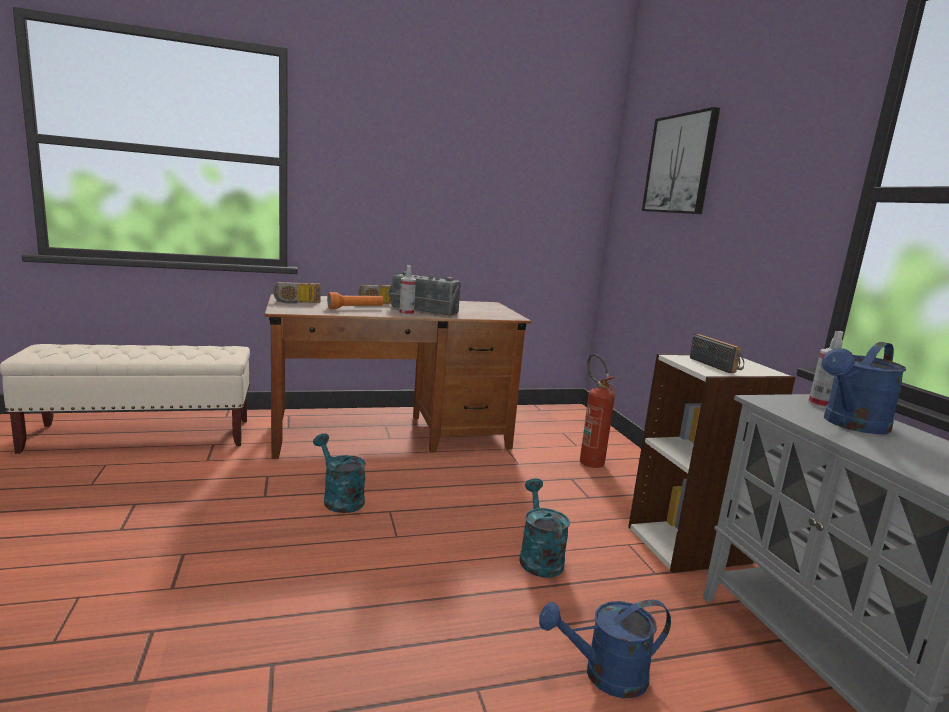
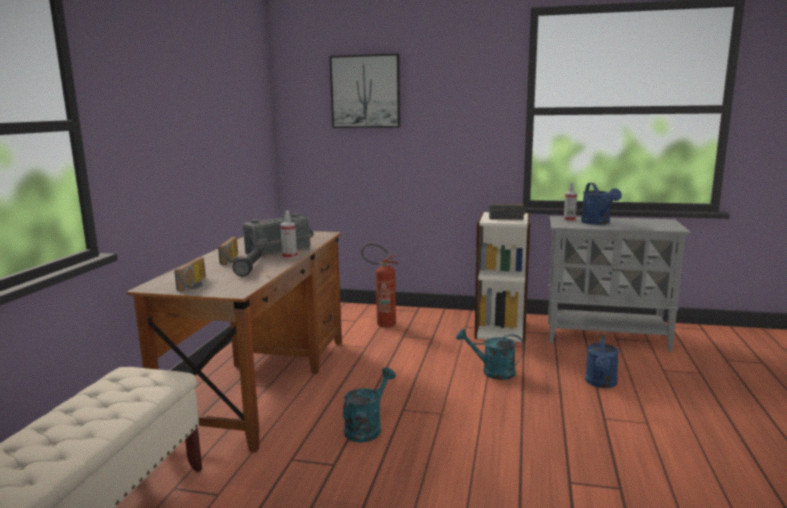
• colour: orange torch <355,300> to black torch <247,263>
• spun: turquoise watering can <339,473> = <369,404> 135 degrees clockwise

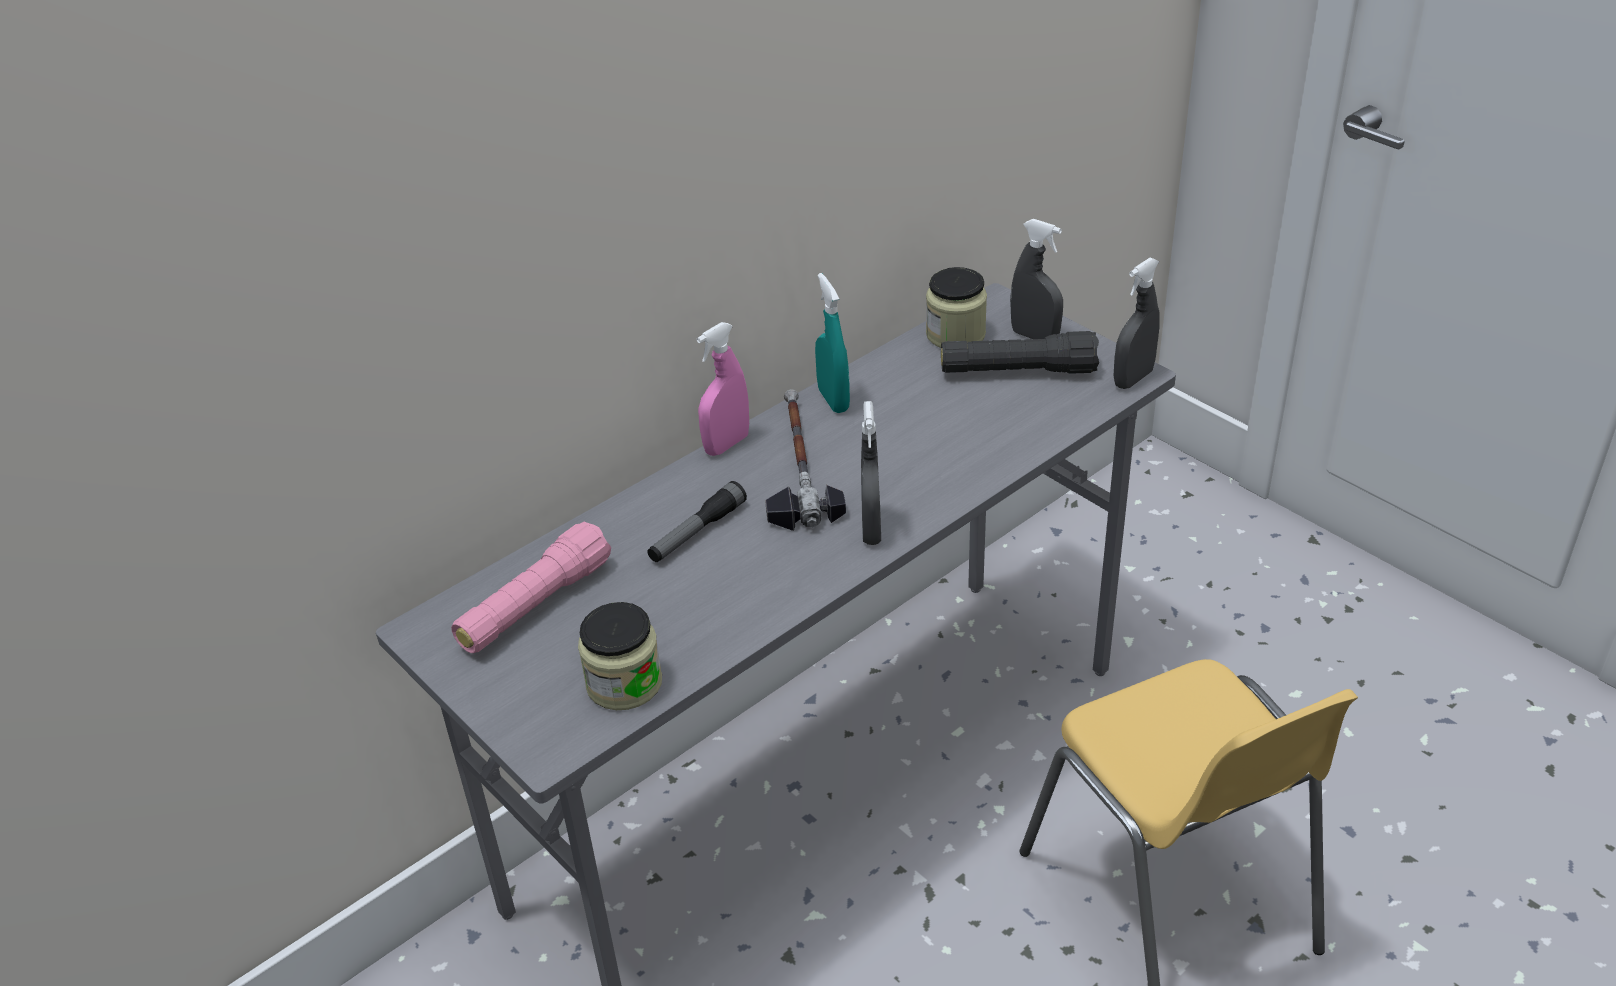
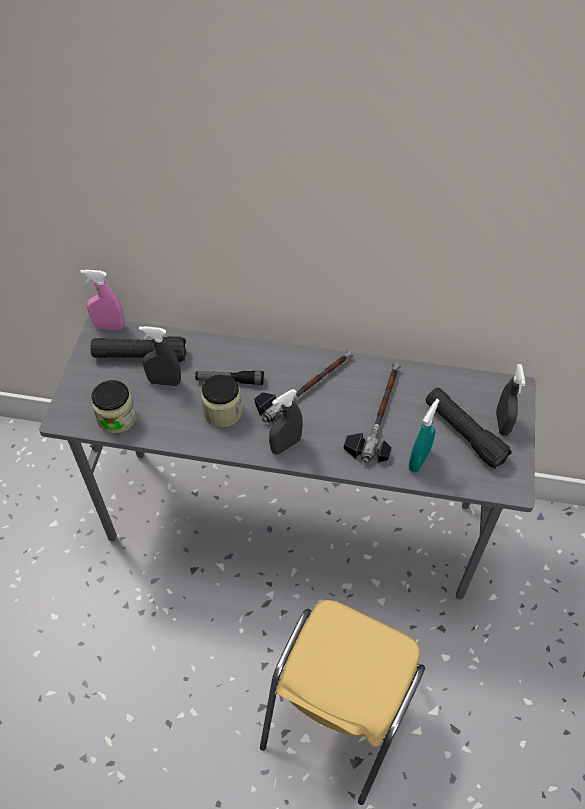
• relocated: pink sprayer <722,389> to <103,300>
• colour: pink torch <531,587> to black torch <138,349>
• relocated: grey sprayer <1137,323> to <160,356>
• relocated: storage jar <956,307> to <221,401>
• appeared: hammer <372,412>
• relocated: turquoise sprayer <832,343> to <424,435>

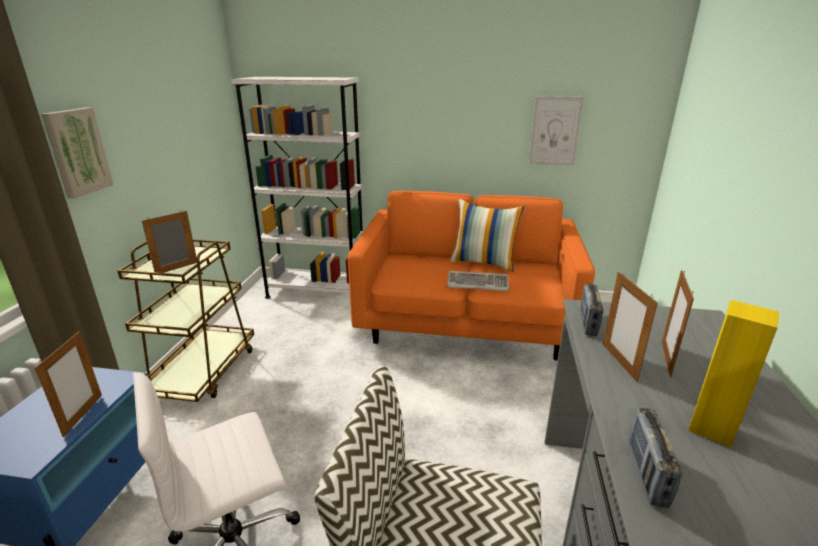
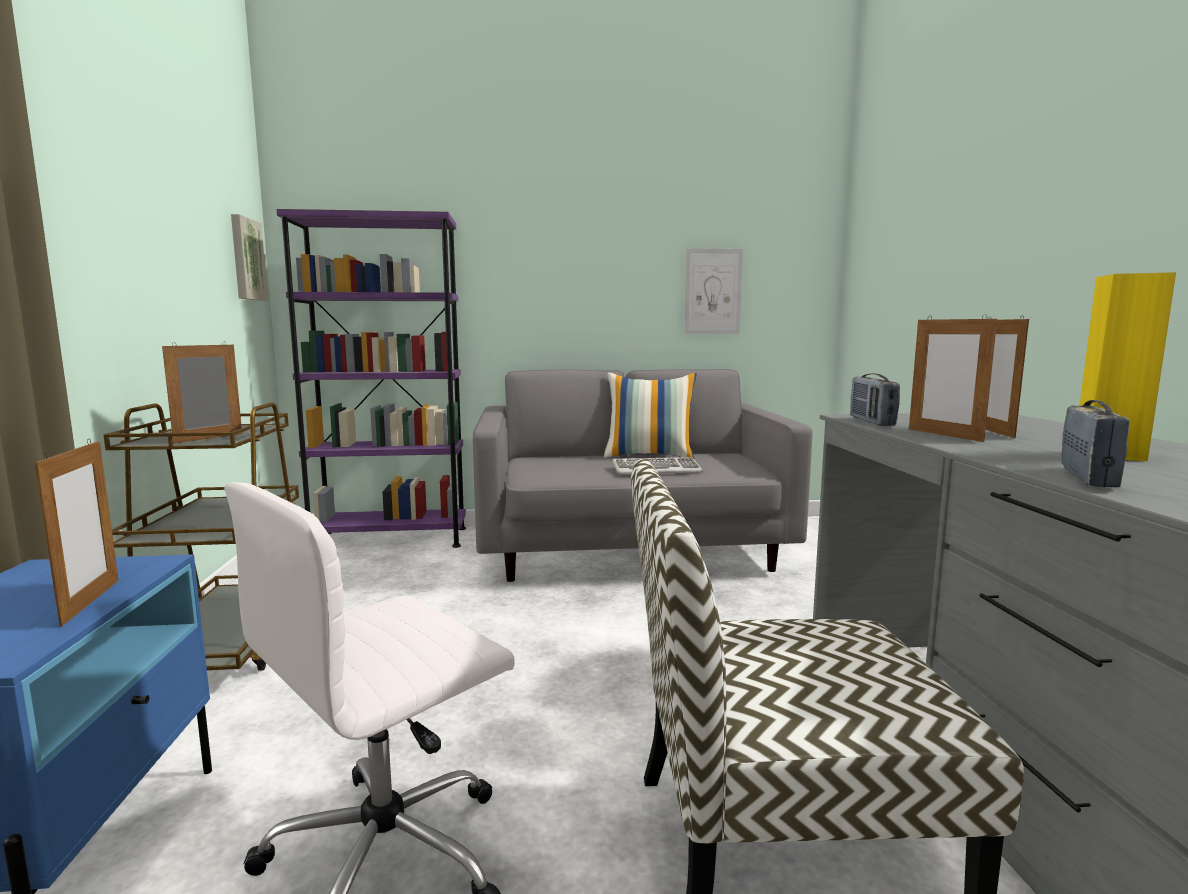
• relocated: picture <77,153> to <249,257>
• colour: white shelving unit <298,188> to purple-coloured shelving unit <371,378>
• colour: orange couch <471,276> to grey couch <643,475>
• spun: radio receiver <656,458> = <1096,443> 150 degrees counterclockwise

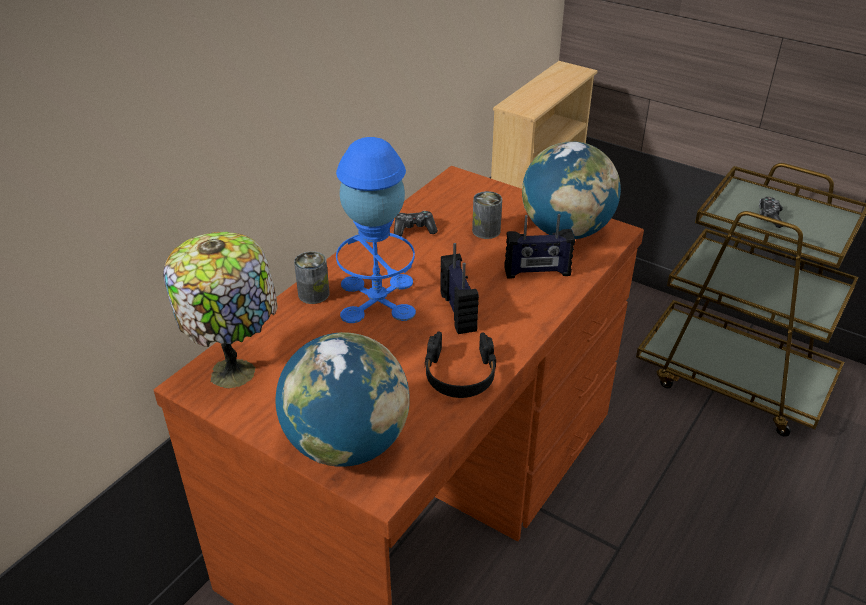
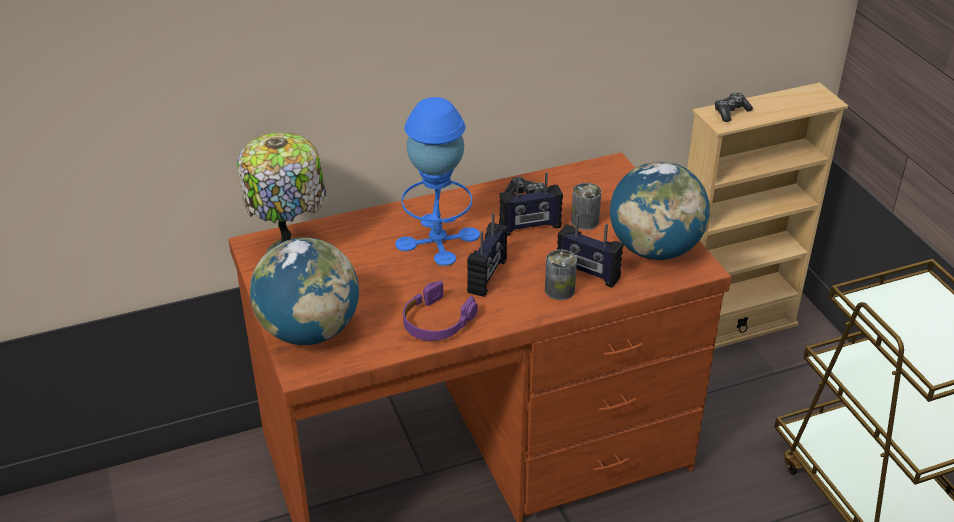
• colour: black headset <460,365> to purple-coloured headset <440,311>
• appeared: radio receiver <531,204>
• relocated: can <312,277> to <561,275>
• relocated: gamepad <771,212> to <734,107>

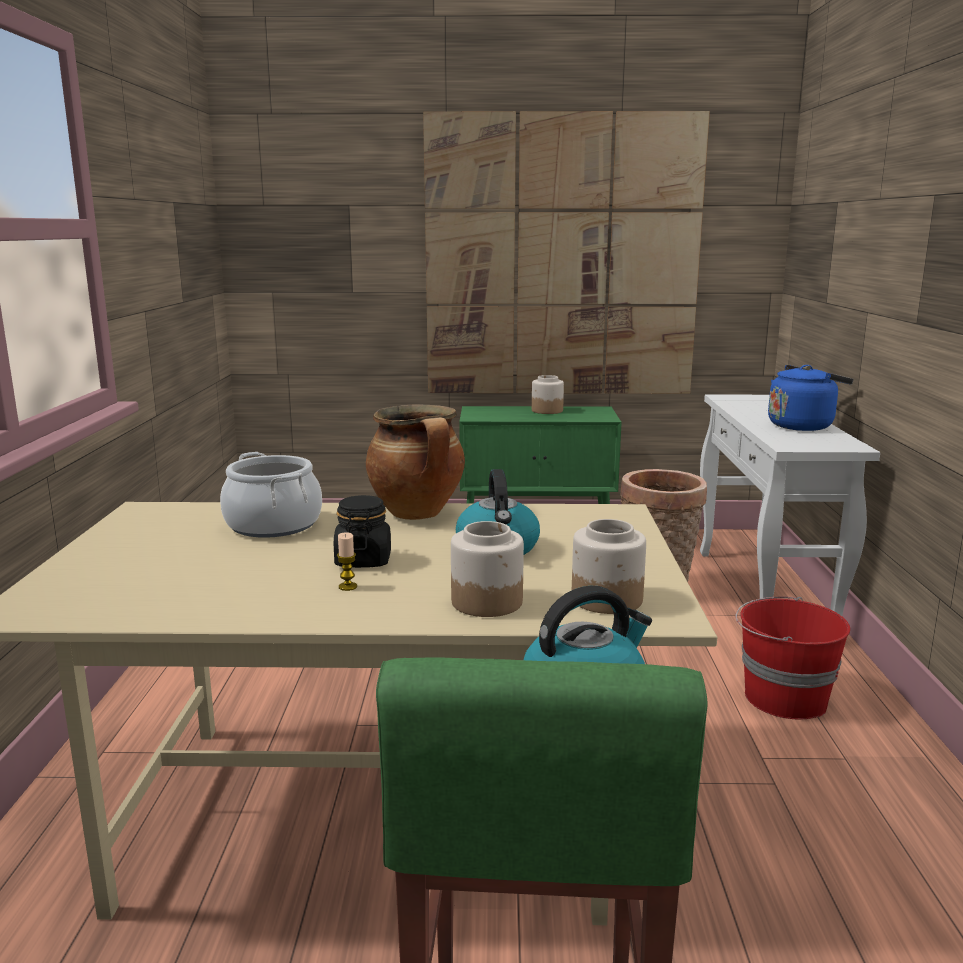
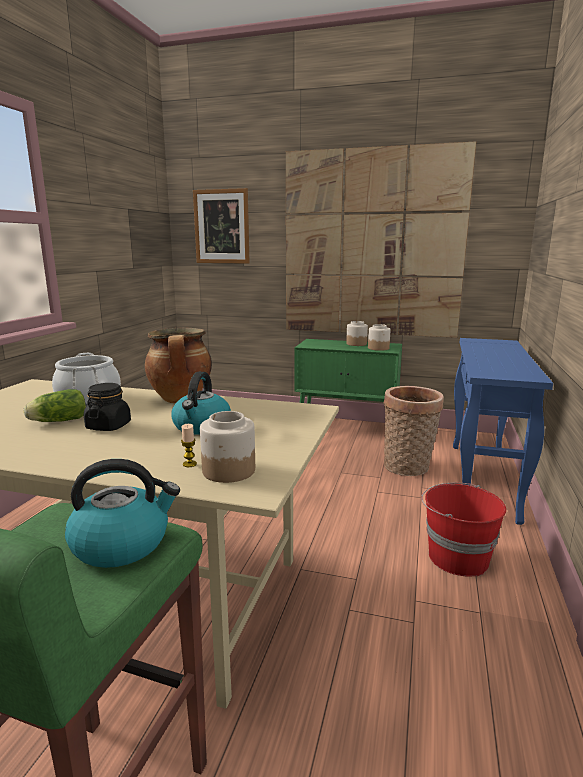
• appeared: lettuce head <54,405>
• relocated: candle <347,561> to <189,445>
• appeared: picture <221,226>
• relocated: storage jar <487,569> to <379,337>
• colour: white narrow table <790,505> to bluish narrow table <503,431>
• missing: bluish kettle <811,398>

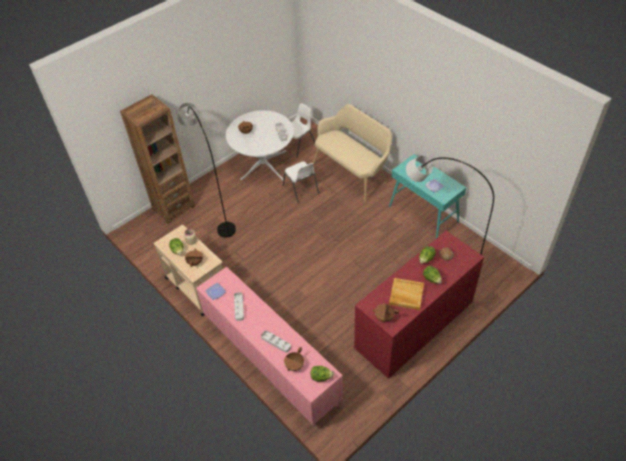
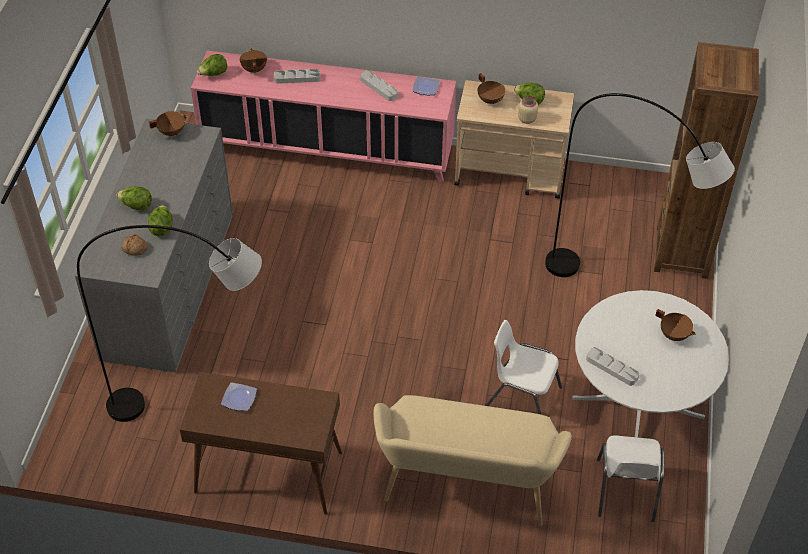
• colour: reddish dresser <419,305> to grey dresser <154,245>
• colour: turquoise narrow table <427,196> to brown-coloured narrow table <261,443>
• missing: beige carrying tray <406,294>

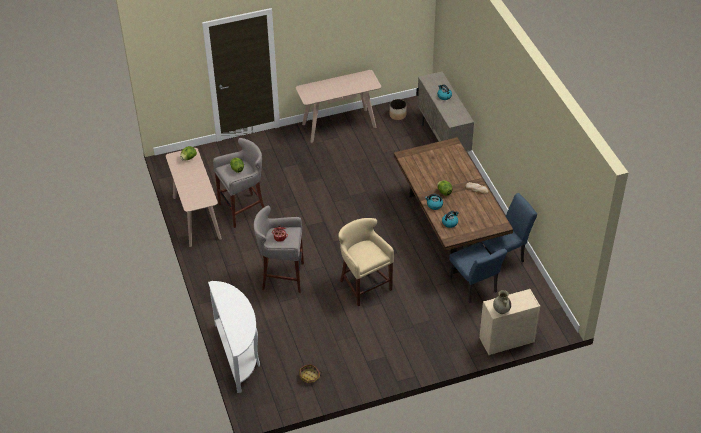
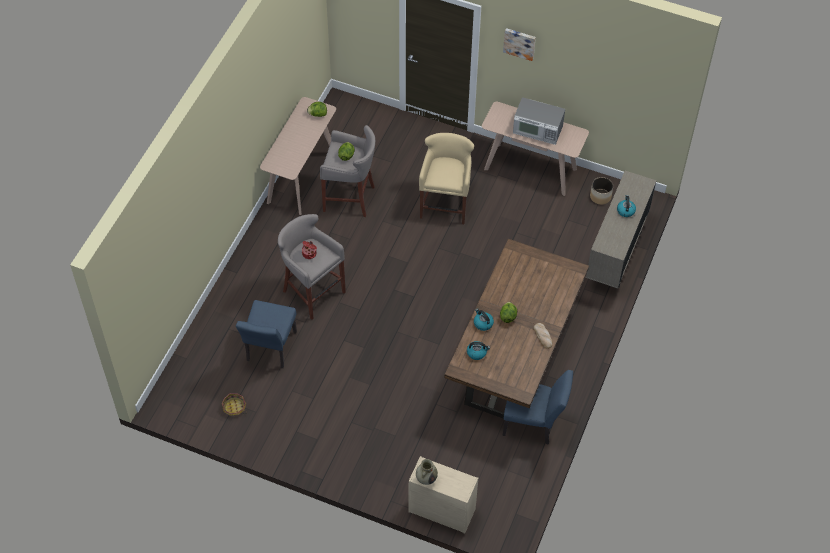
• relocated: bluish upright chair <478,272> to <266,334>
• relocated: beige sitting stool <366,262> to <446,178>
• appeared: picture <519,44>
• appeared: microwave <539,121>
• missing: white narrow table <234,337>

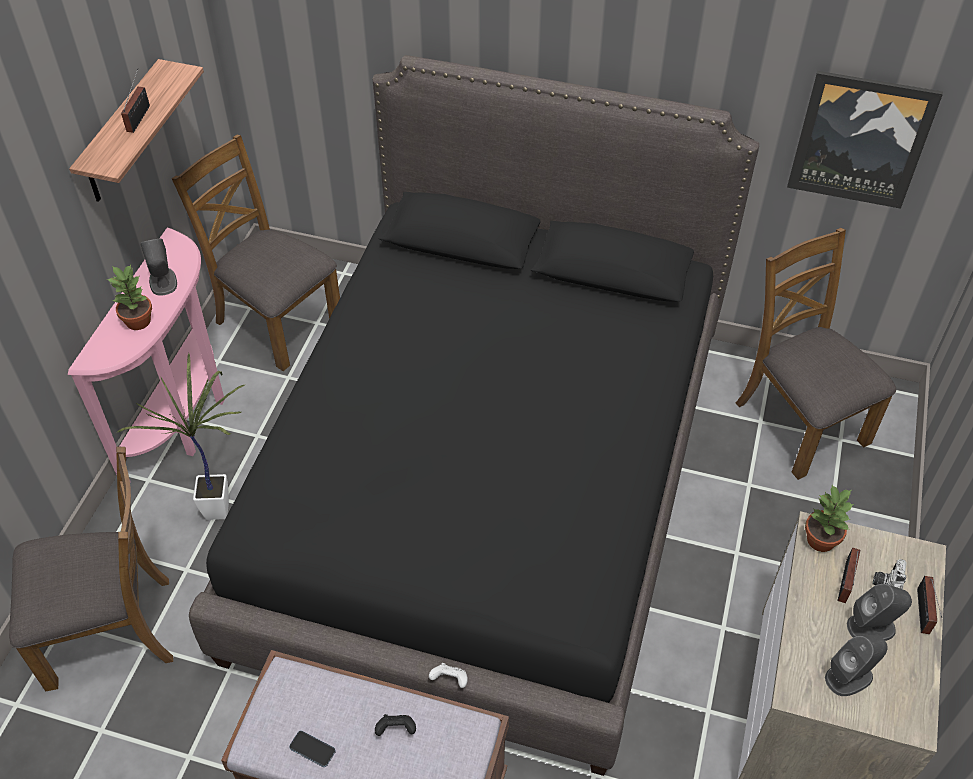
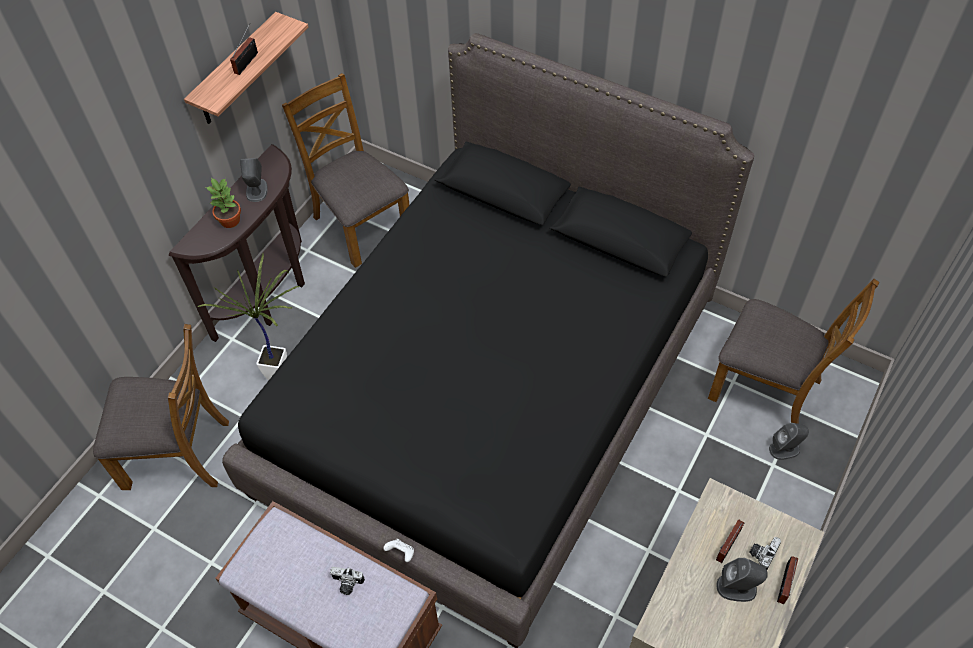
• colour: pink narrow table <146,355> to brown-coloured narrow table <237,243>
• exchanged: black gamepad <395,725> to still camera <347,581>
• spun: brown-coloured upright chair <816,354> = <793,351> 135 degrees clockwise
• relocated: grey speaker <856,665> to <789,441>
• missing: phone <312,749>
• missing: picture <865,140>
• missing: houseplant <829,518>

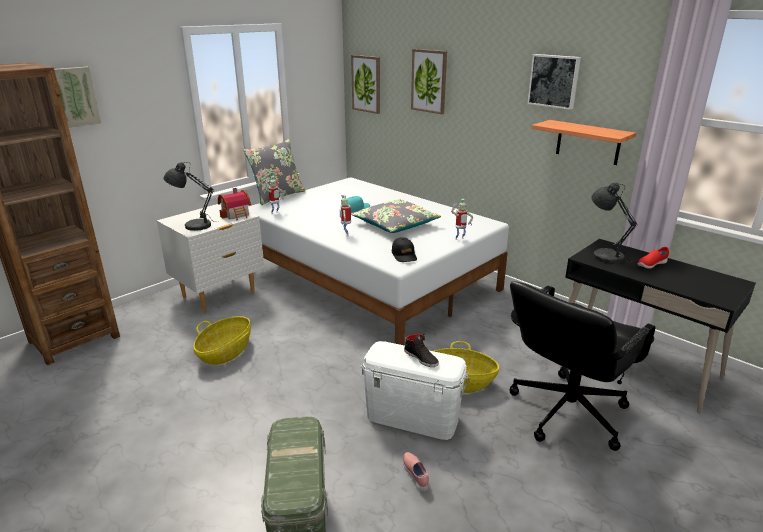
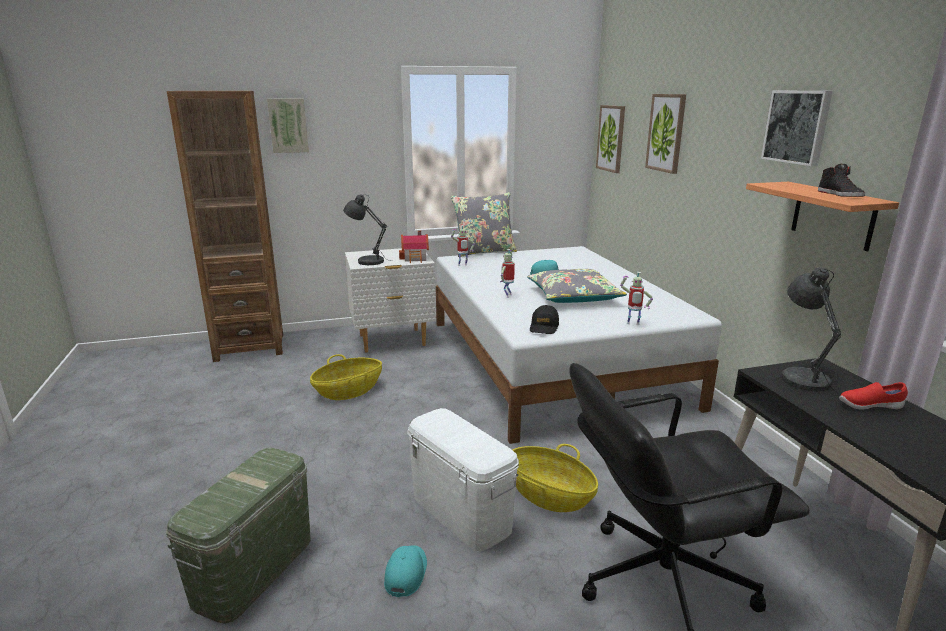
• exchanged: pink low shoe <416,472> to turquoise baseball cap <405,571>
• relocated: black low shoe <421,350> to <842,180>

